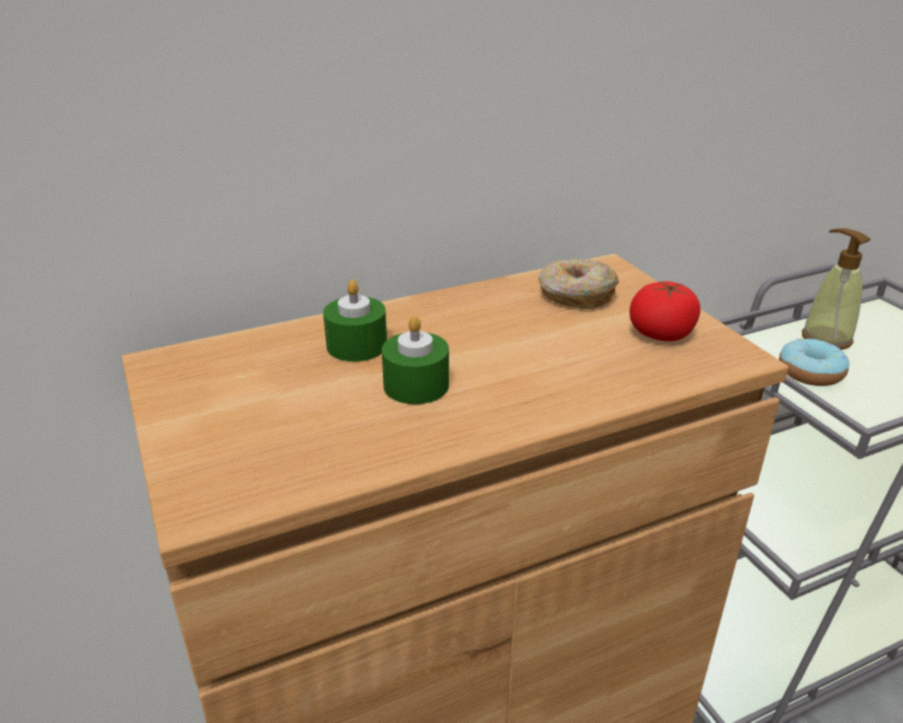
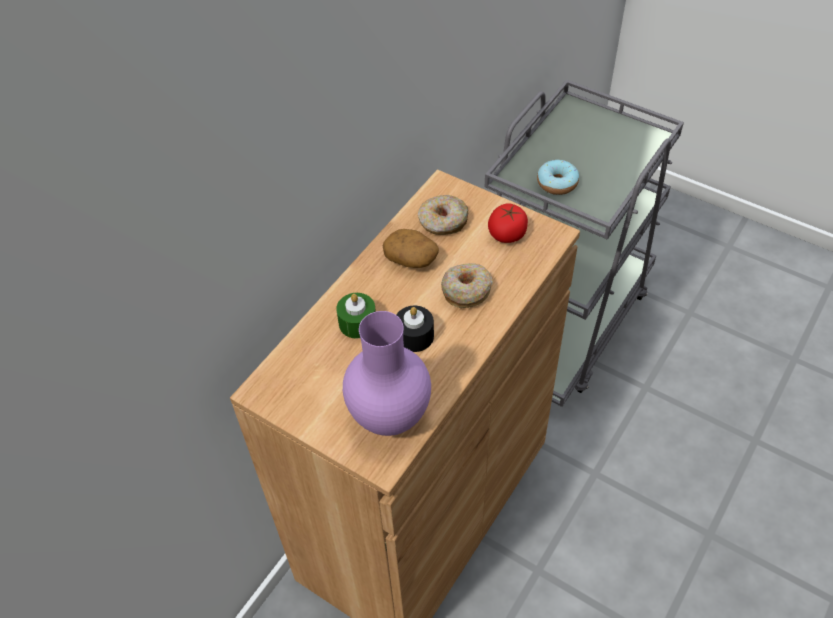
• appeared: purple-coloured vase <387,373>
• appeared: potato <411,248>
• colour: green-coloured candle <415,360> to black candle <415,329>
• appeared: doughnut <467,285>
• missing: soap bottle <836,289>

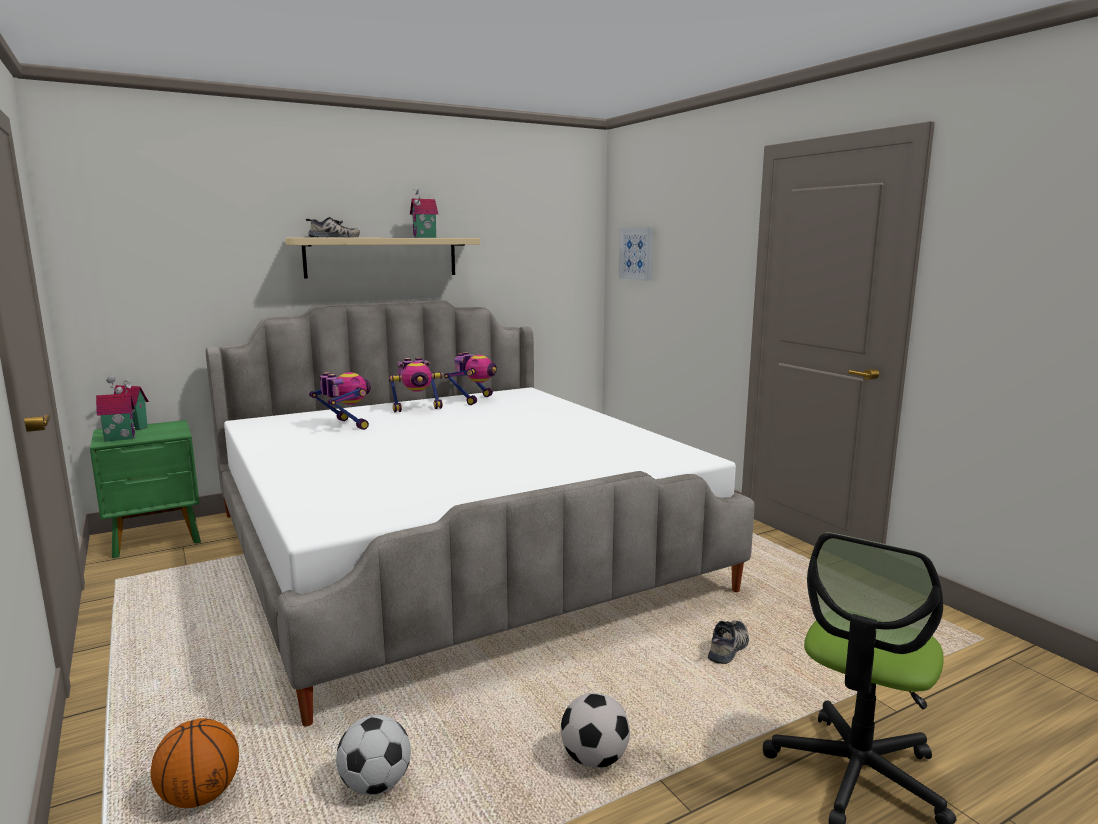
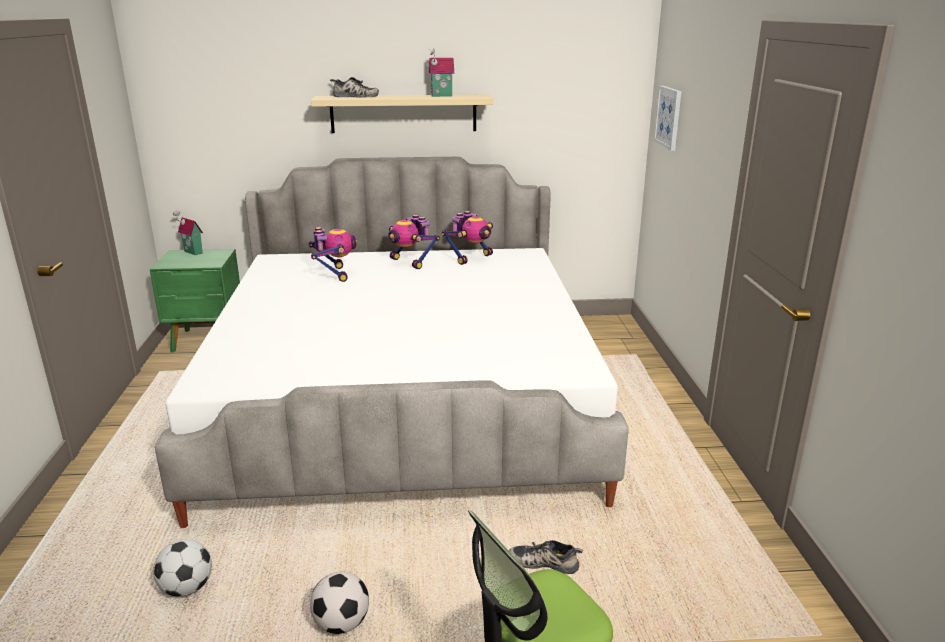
• spun: toy robot <415,384> = <414,242> 45 degrees clockwise
• spun: low shoe <728,642> = <546,557> 135 degrees counterclockwise
• missing: toy house <116,410>
• missing: basketball ball <195,763>

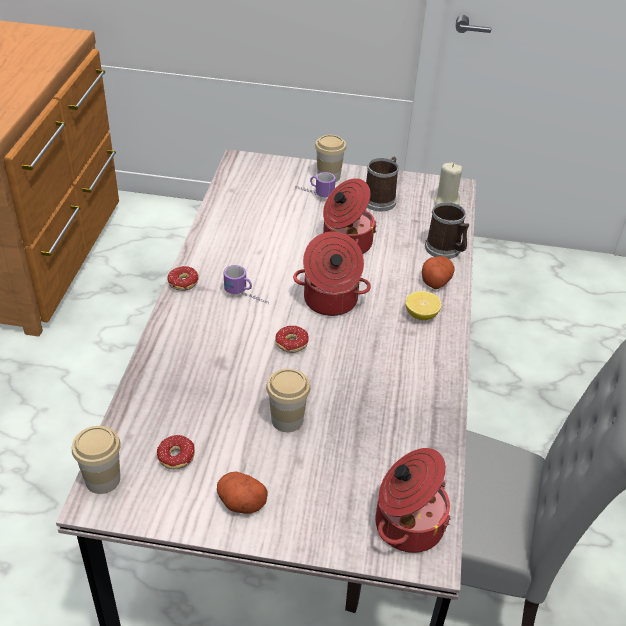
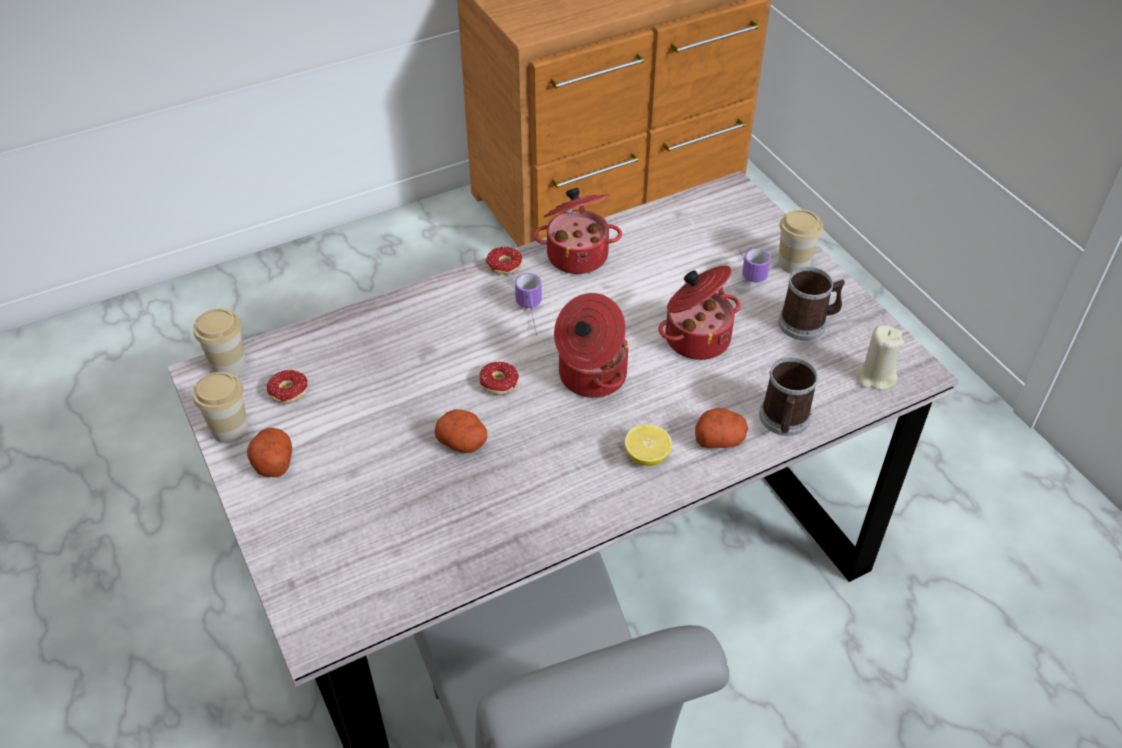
• relocated: cup <288,400> to <220,407>
• appeared: potato <461,431>
• relocated: cooking pot <413,500> to <577,231>

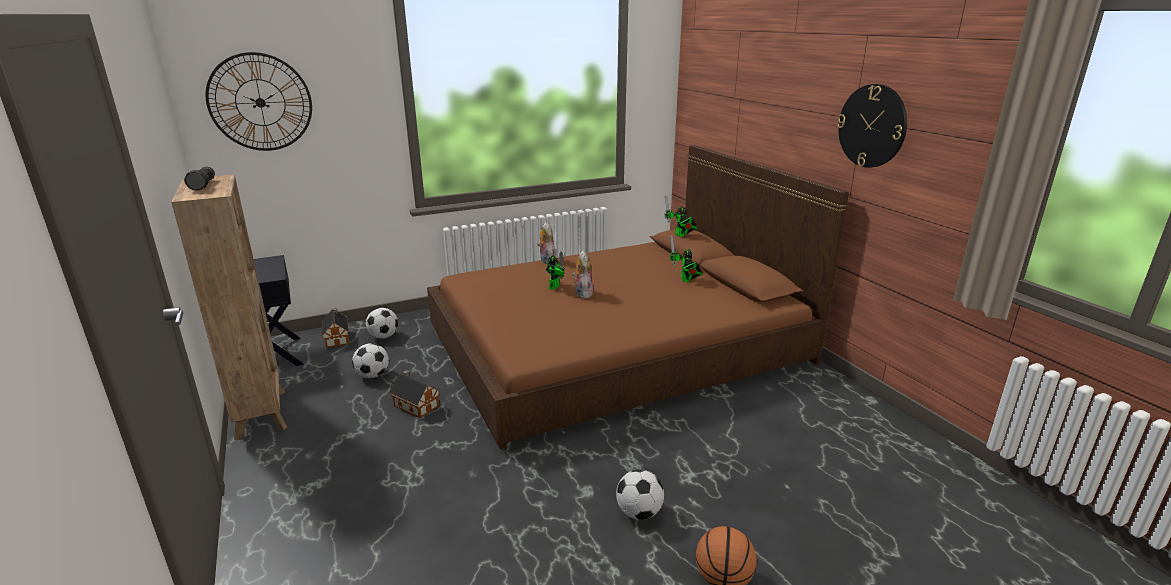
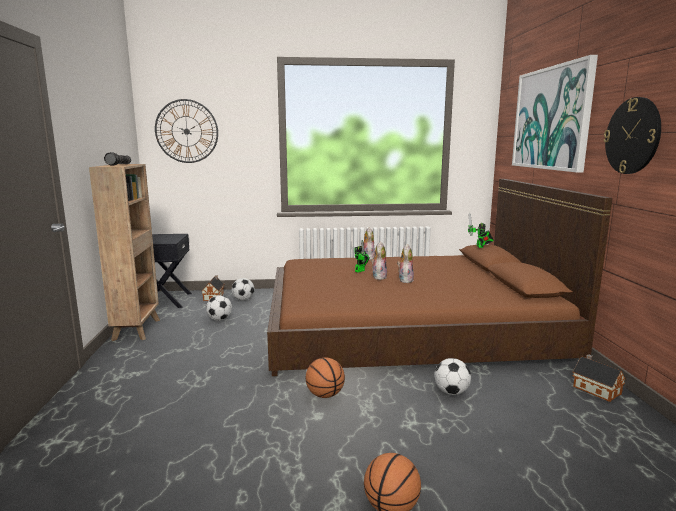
• appeared: basketball ball <325,377>
• appeared: plush toy <405,263>
• relocated: football ball <640,494> to <452,376>
• appeared: picture <555,114>
• relocated: toy house <414,394> to <599,378>
• missing: toy robot <686,258>

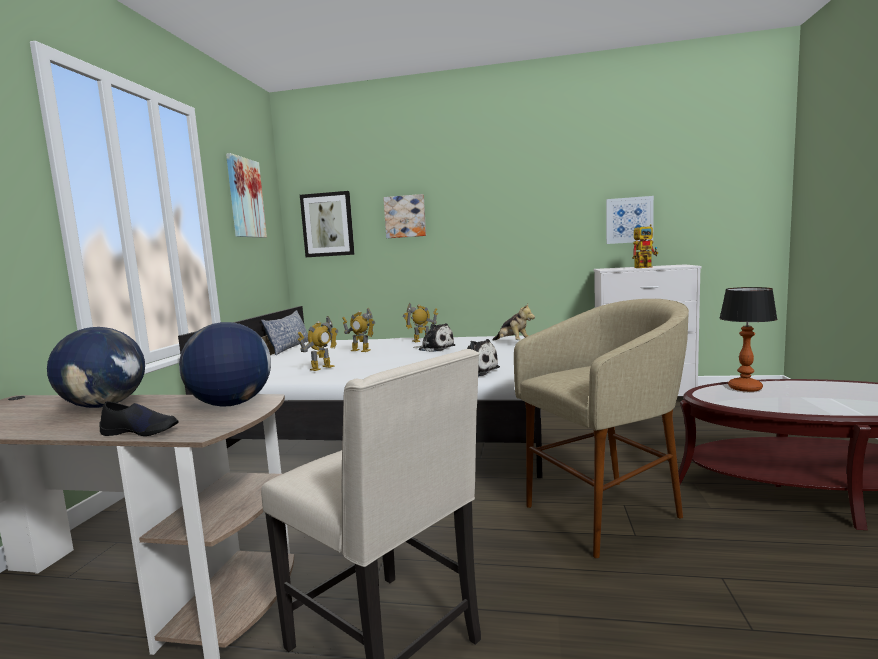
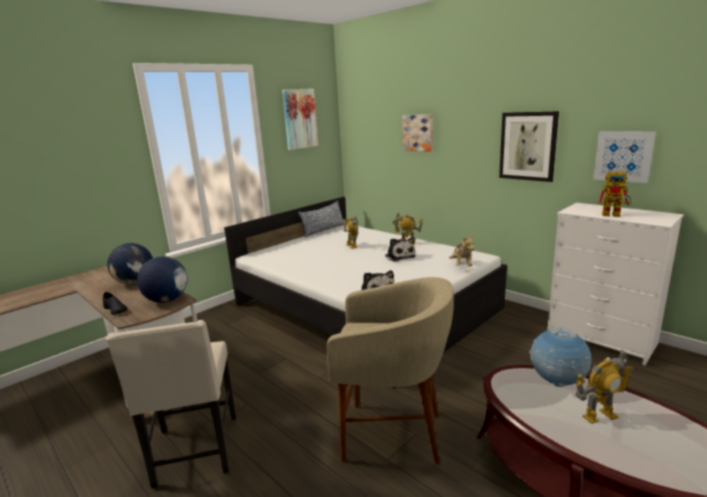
• relocated: picture <327,224> to <529,146>
• exchanged: lamp for a table <748,339> to desk globe <561,357>
• relocated: toy robot <317,343> to <604,387>

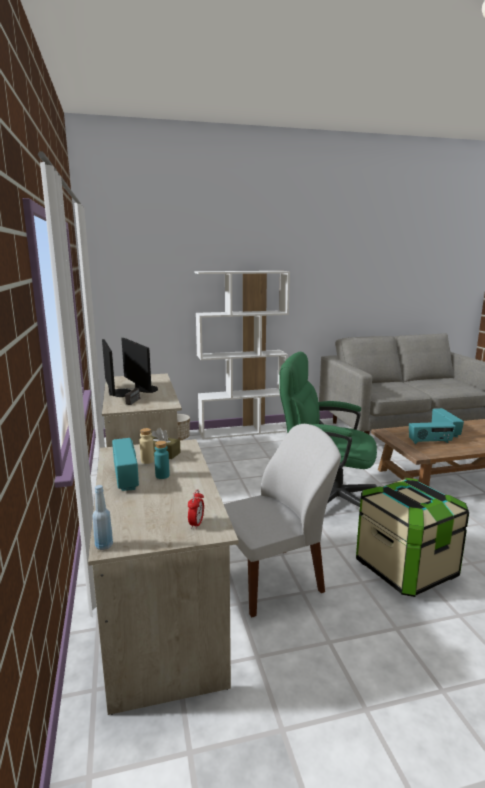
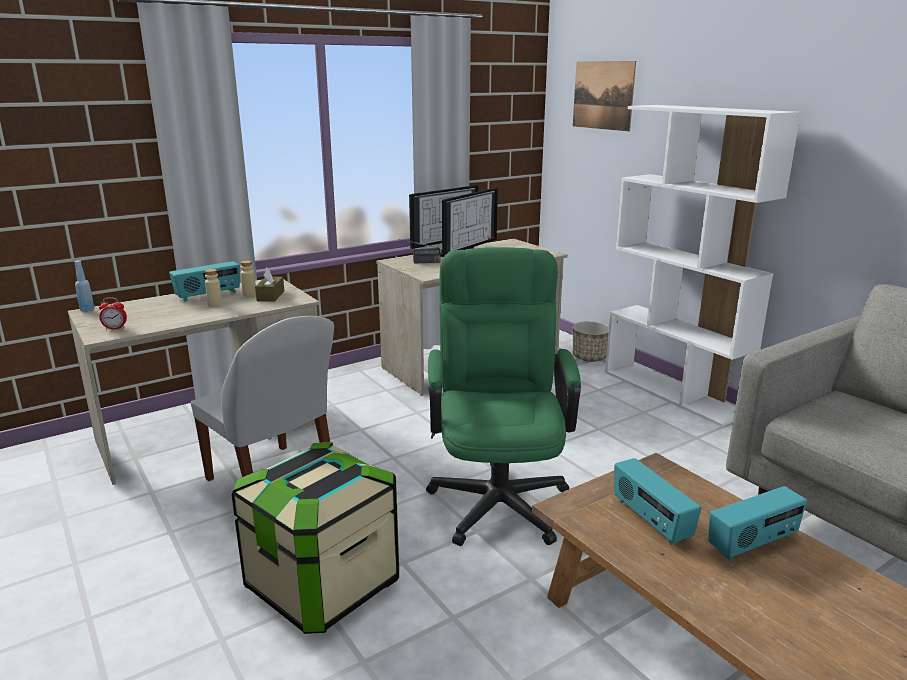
• colour: turquoise drink bottle <162,460> to beige drink bottle <213,288>
• appeared: picture <604,96>

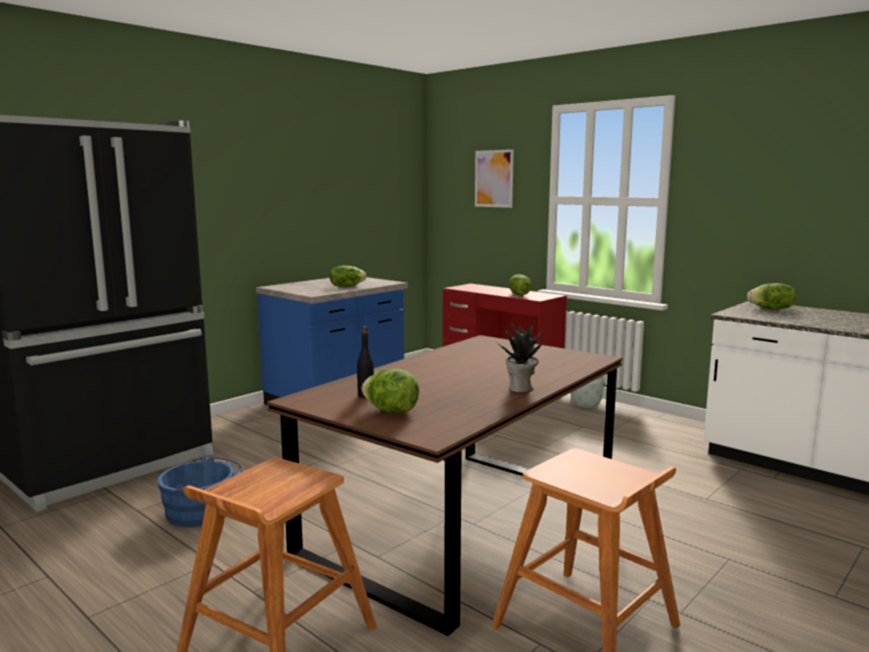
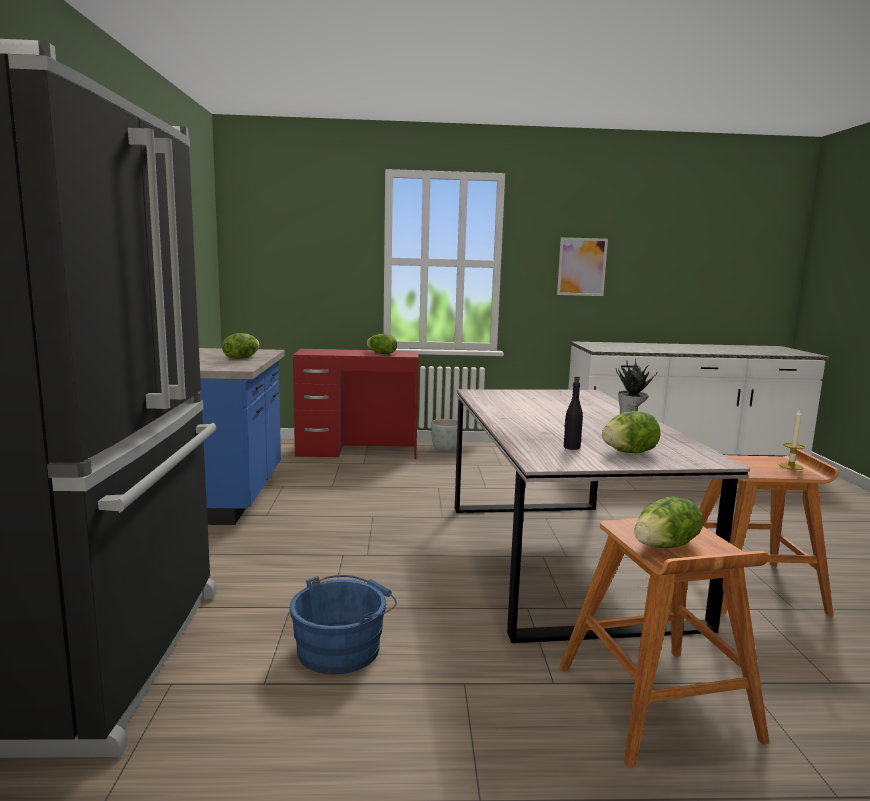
• colour: brown-coloured dining table <445,485> to grey dining table <602,516>
• relocated: picture <494,178> to <582,266>
• relocated: lettuce head <771,296> to <668,522>
• appeared: candle <792,439>

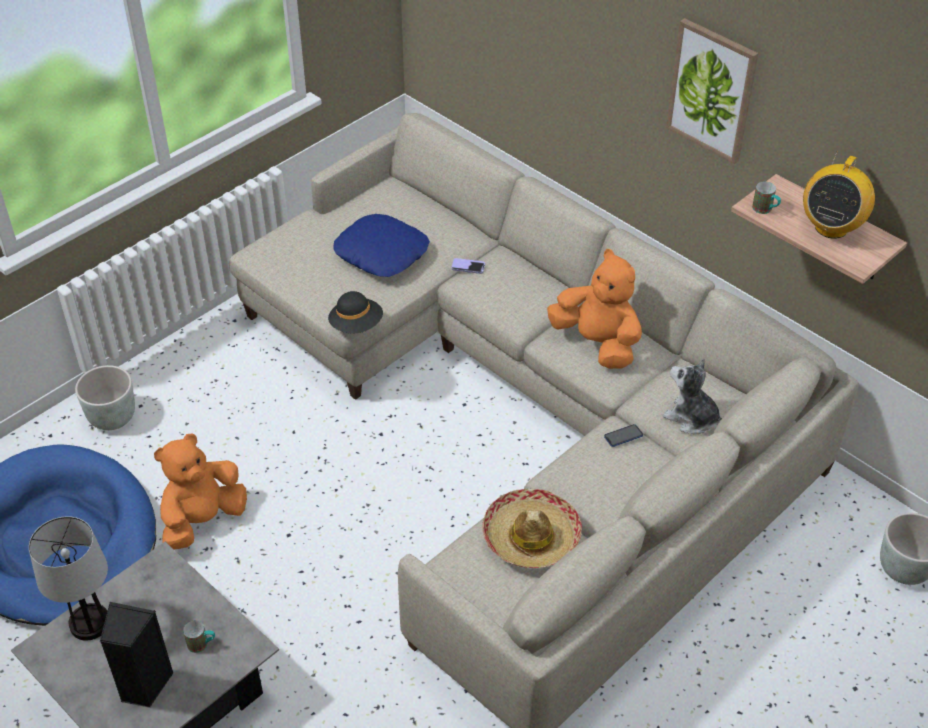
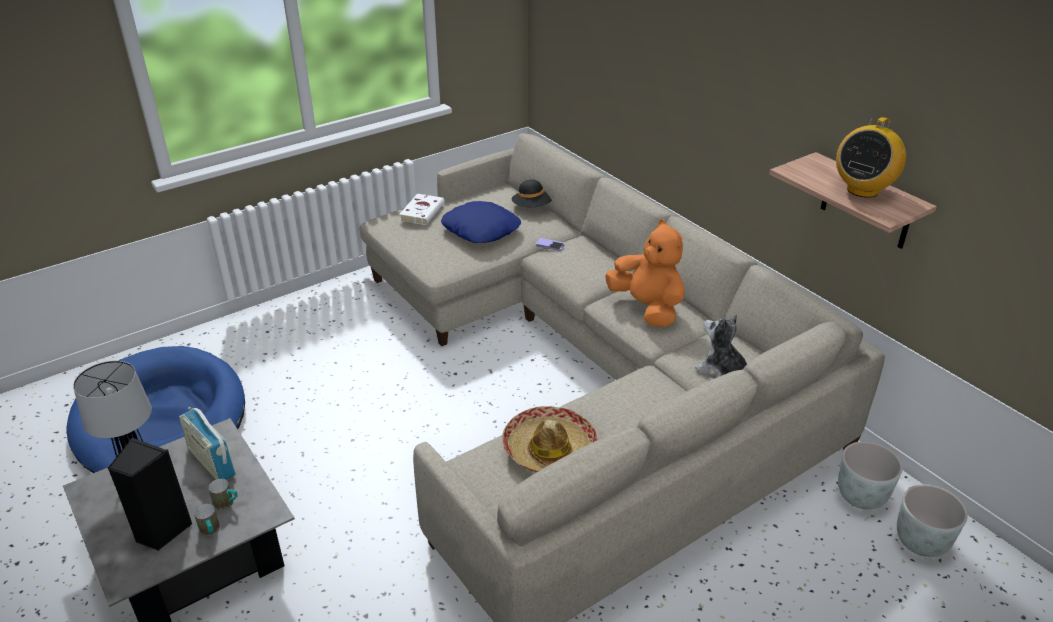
• appeared: radio receiver <207,443>
• relocated: mug <766,197> to <207,519>
• appeared: white book <422,209>
• relocated: black hat <355,312> to <532,193>
• relocated: grey plant pot <105,397> to <870,475>
• missing: orange plush toy <200,491>
• missing: phone <623,435>
• missing: picture <712,91>

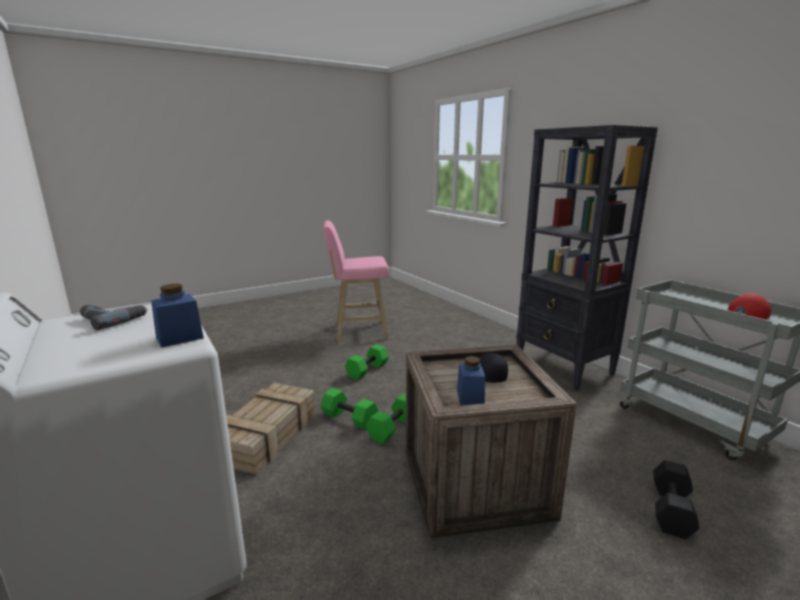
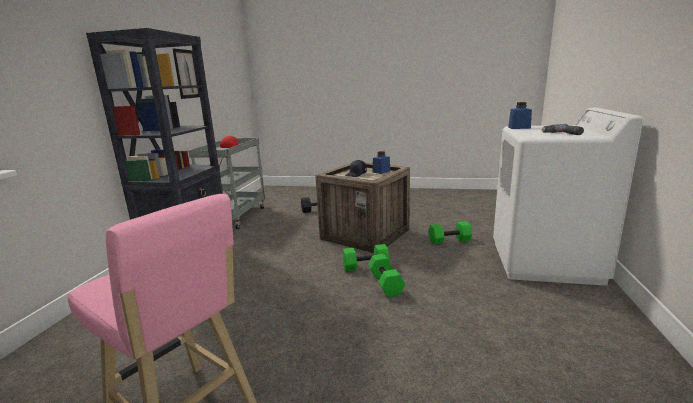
• appeared: picture <186,73>
• relocated: green-coloured free weight <367,362> to <450,233>
• missing: crate <271,429>

